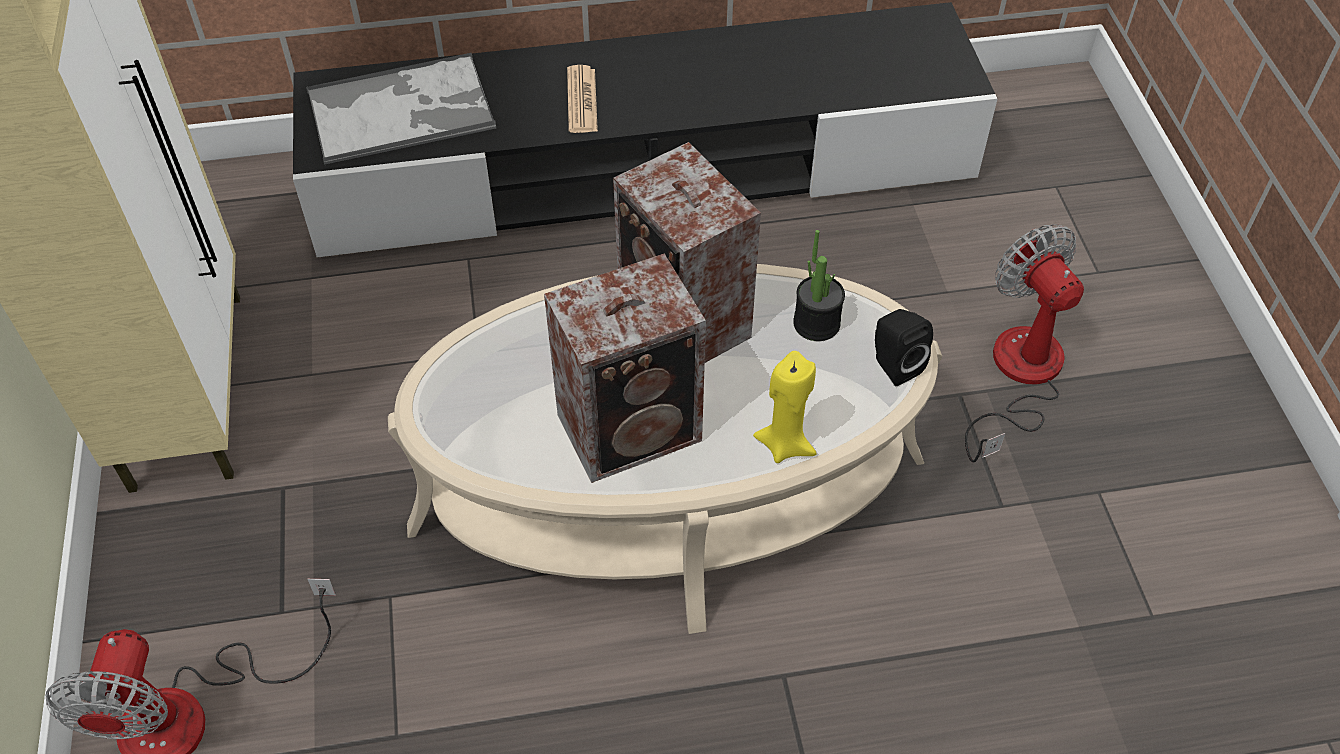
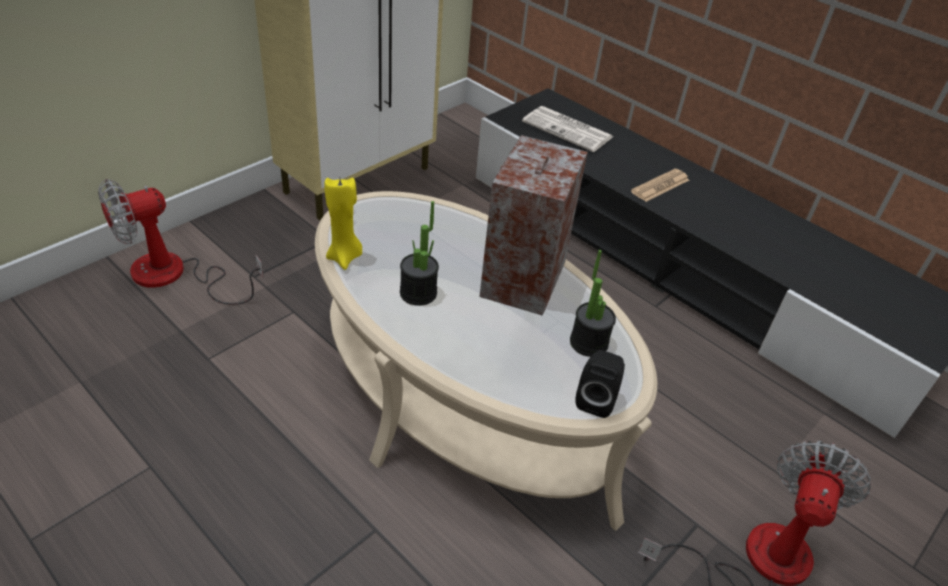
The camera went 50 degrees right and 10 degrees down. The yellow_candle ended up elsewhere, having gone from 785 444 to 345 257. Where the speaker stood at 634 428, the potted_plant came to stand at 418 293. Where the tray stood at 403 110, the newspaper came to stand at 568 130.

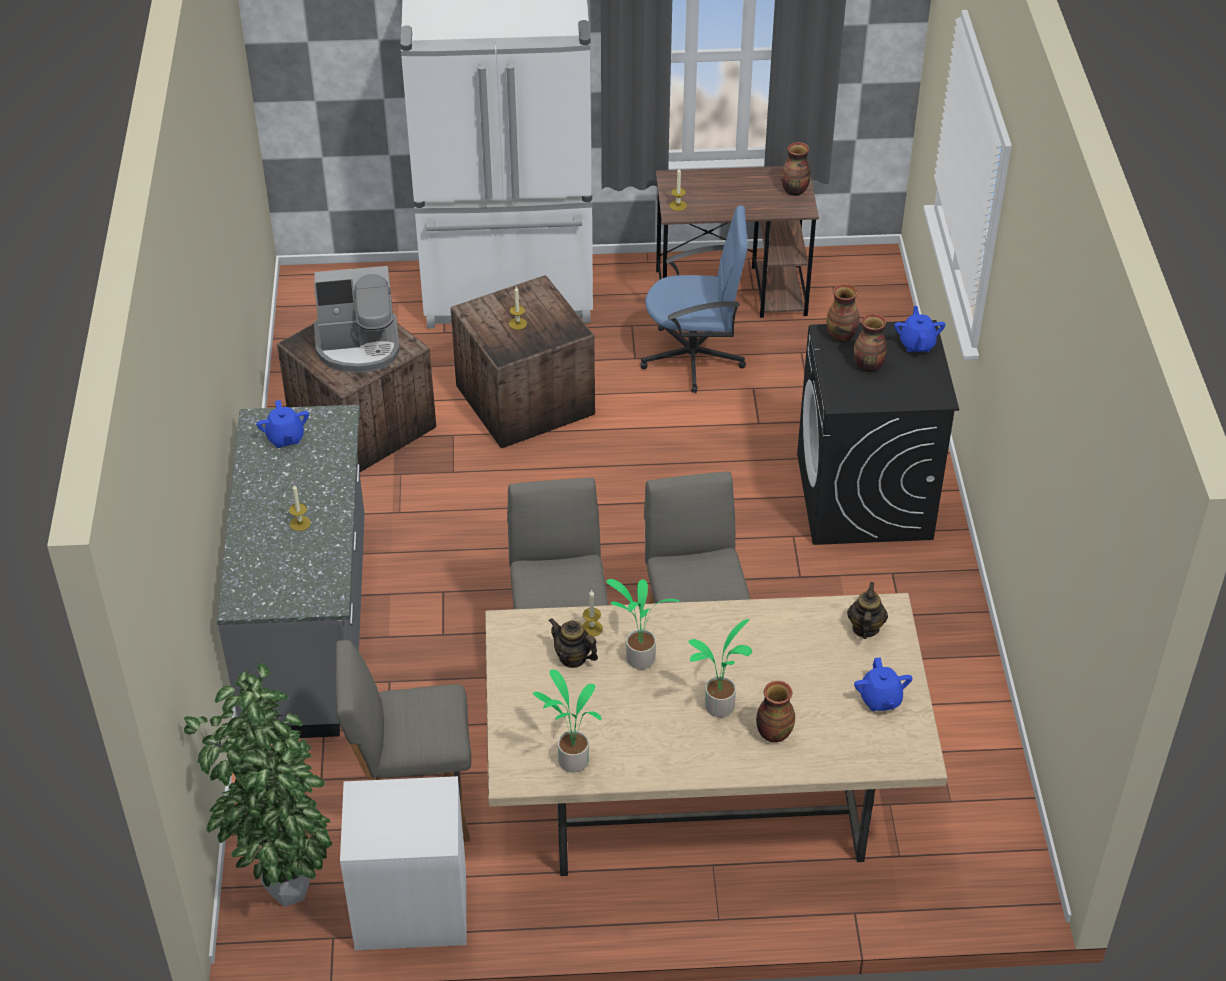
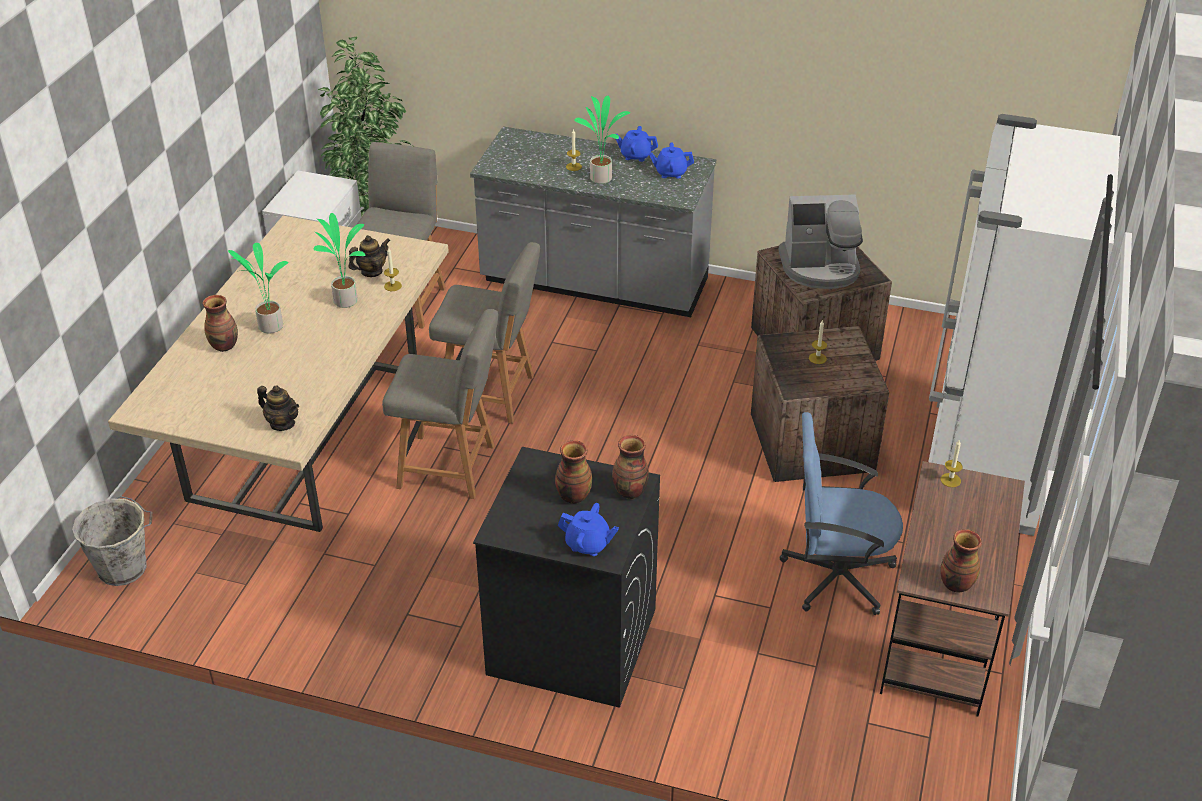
The camera went 110 degrees right and 5 degrees down. The second view gained the grey_bucket at 125 568. The potted_plant ended up elsewhere, having gone from 571 760 to 601 178. The blue_teapot ended up elsewhere, having gone from 880 699 to 635 155. The coffee_machine at 359 346 ended up facing another way, 105 degrees counterclockwise from before. The blue_office_chair at 694 357 ended up facing another way, 75 degrees clockwise from before.

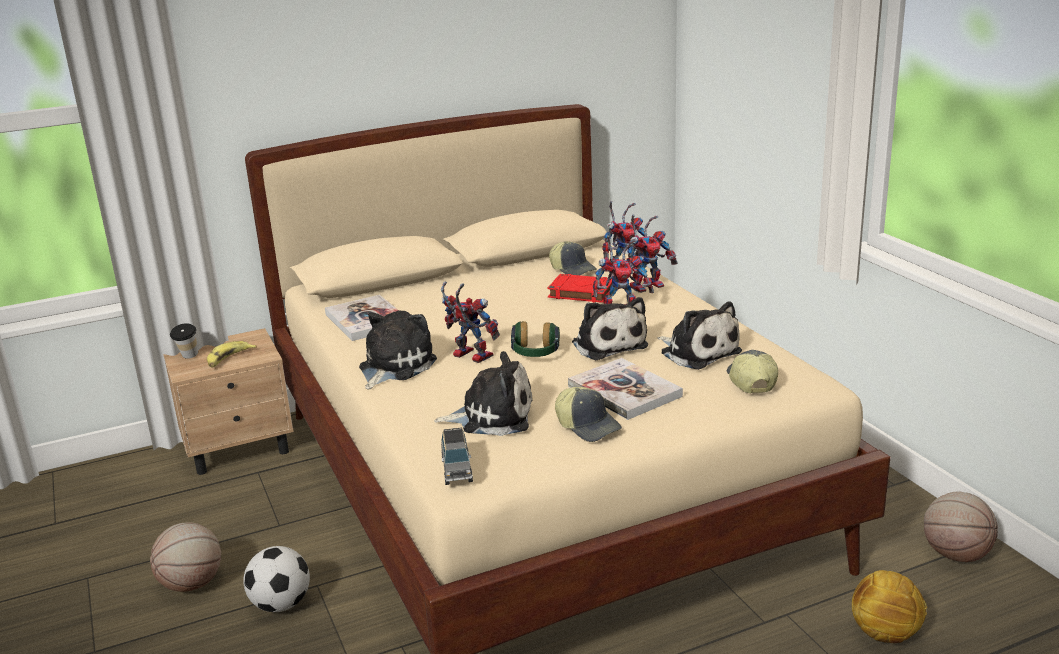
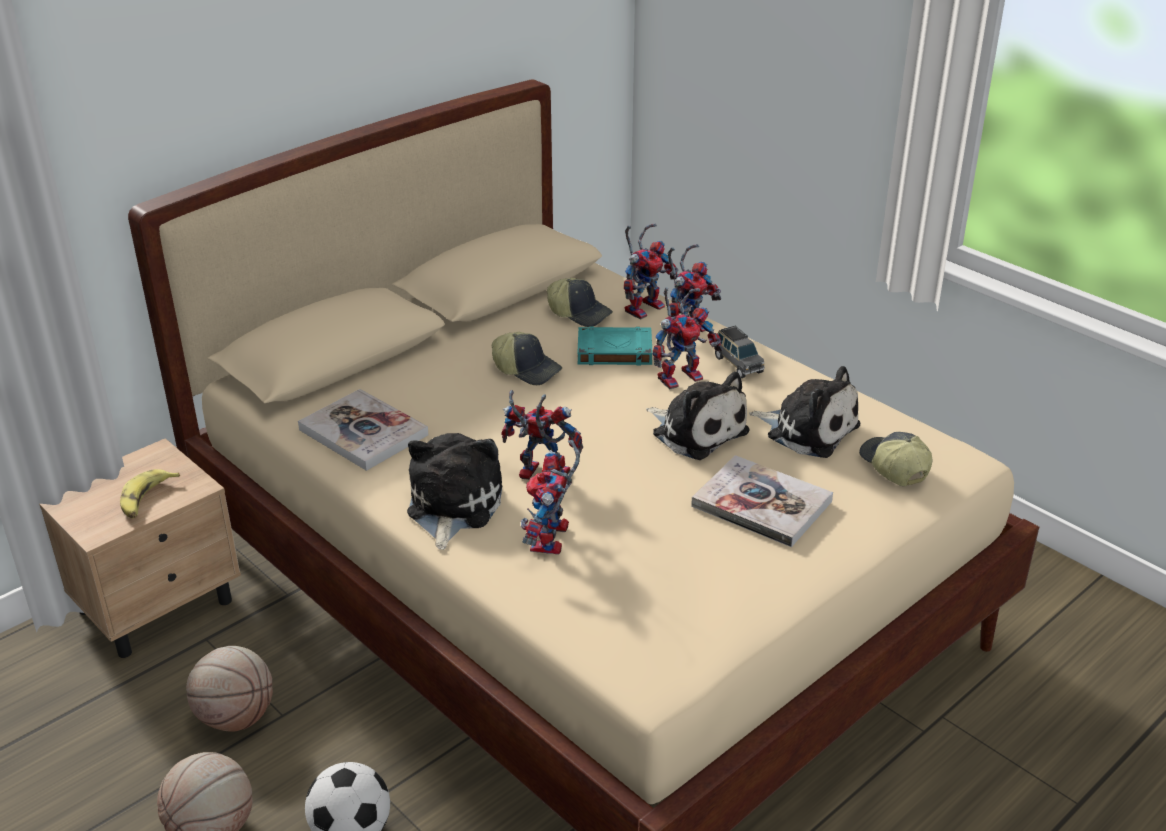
The camera went 20 degrees left and 10 degrees up. The basketball ended up elsewhere, having gone from 956 554 to 236 717. The cap ended up elsewhere, having gone from 588 426 to 527 369. The second view gained the toy_robot at 552 542. What was the red_book at 580 293 turned into the turquoise_book at 613 351. The grey_toy_car ended up elsewhere, having gone from 457 470 to 738 364. The second view lost the cup at 188 357. The second view lost the plush_toy at 492 416. The second view lost the headphones at 535 353. The second view lost the football at 885 633.

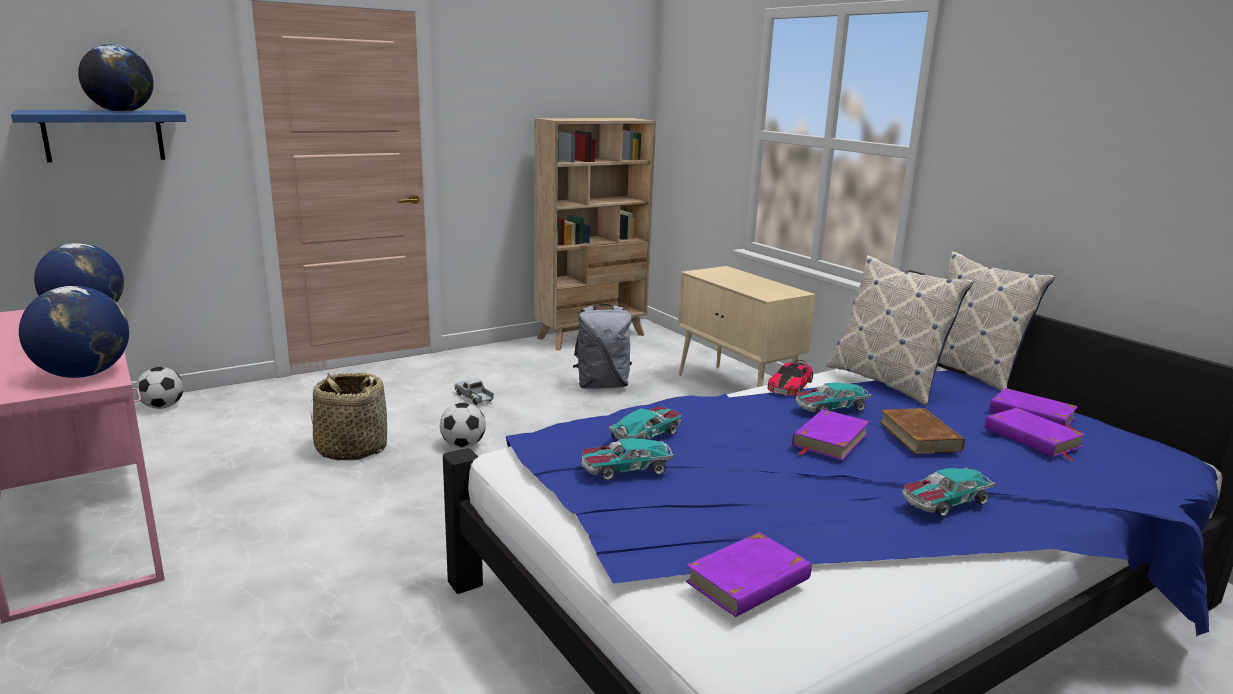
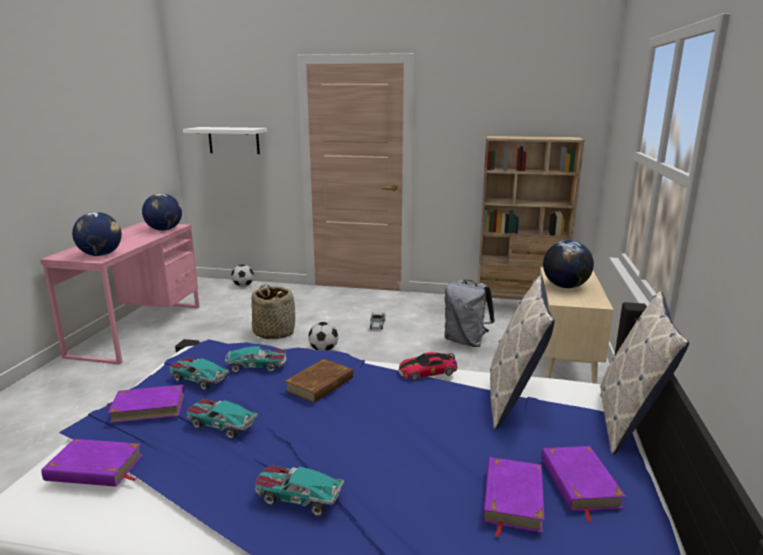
The camera went 45 degrees right and 0 degrees up. The purple_book ended up elsewhere, having gone from 829 440 to 148 407. What was the blue_shelf at 104 135 turned into the white_shelf at 233 140. The toy_car ended up elsewhere, having gone from 830 407 to 221 424. The brown_book ended up elsewhere, having gone from 919 436 to 320 384. The globe ended up elsewhere, having gone from 121 111 to 565 286.

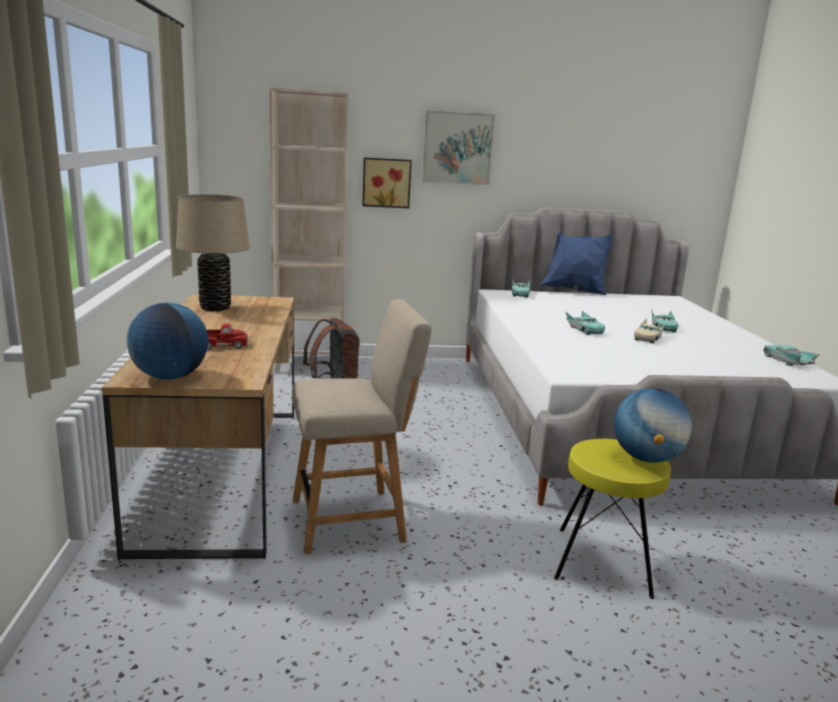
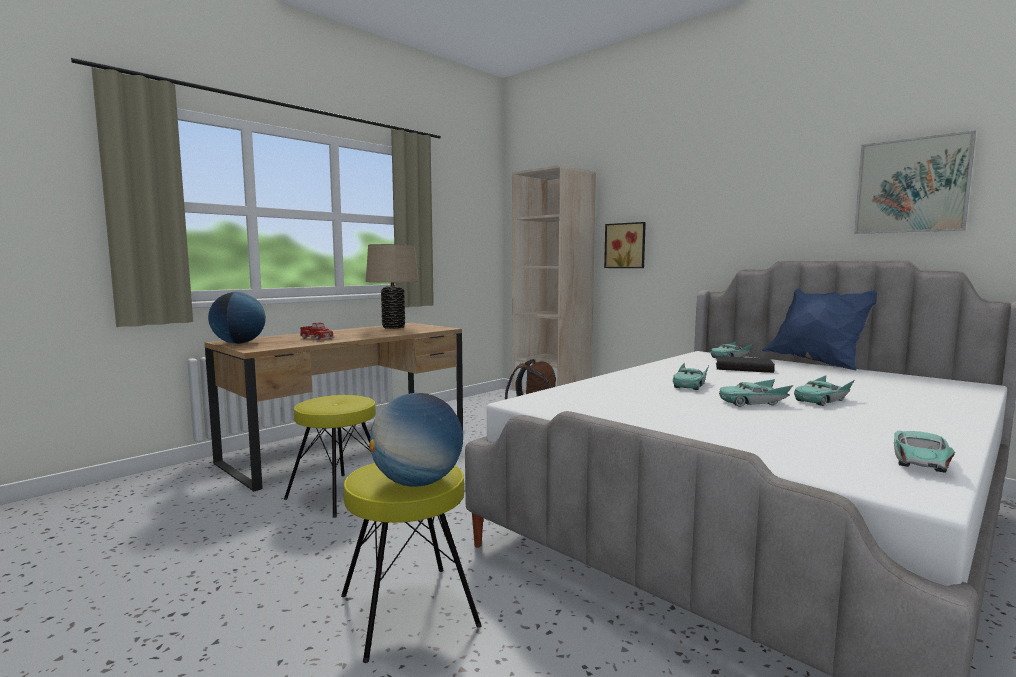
The camera went 50 degrees right and 10 degrees down. Where the beige_chair stood at 354 519, the yellow_stool came to stand at 339 494. The second view gained the black_book at 743 367. What was the beige_toy_car at 648 338 turned into the turquoise_toy_car at 753 402. The picture ended up elsewhere, having gone from 457 148 to 911 185.

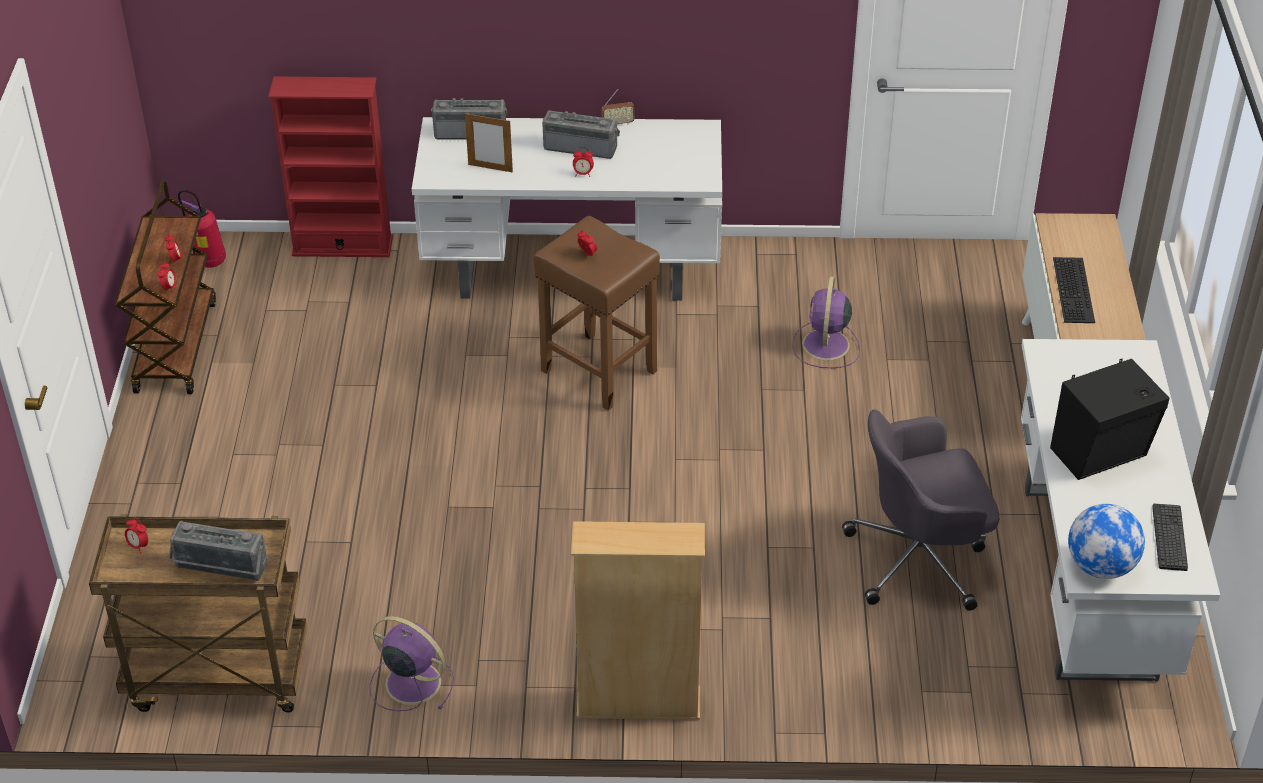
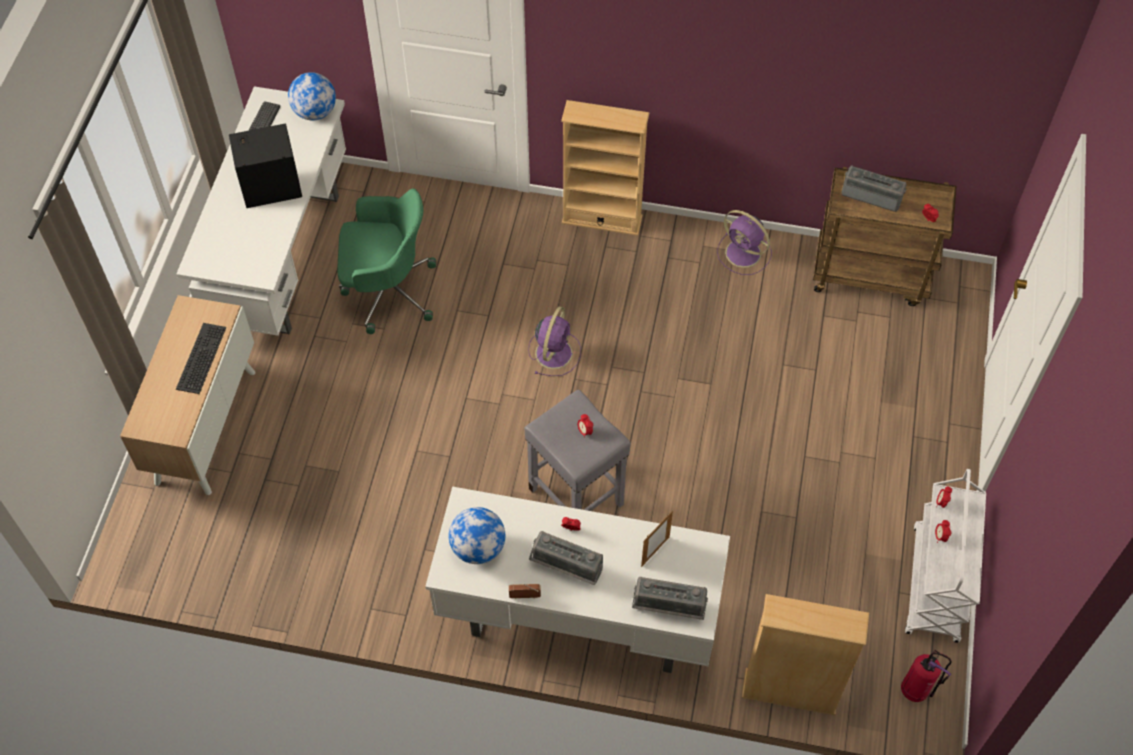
The camera went 170 degrees left and 15 degrees up. What was the grey_office_chair at 920 559 turned into the green_office_chair at 387 290. The second view gained the globe at 478 547. What was the brown_stool at 597 370 turned into the grey_stool at 577 497. The purple_fan ended up elsewhere, having gone from 825 346 to 554 352. The picture_frame at 490 168 ended up facing another way, 105 degrees clockwise from before. What was the red_bookcase at 342 246 turned into the beige_bookcase at 789 692. What was the brown_cart at 175 346 turned into the white_cart at 935 585.

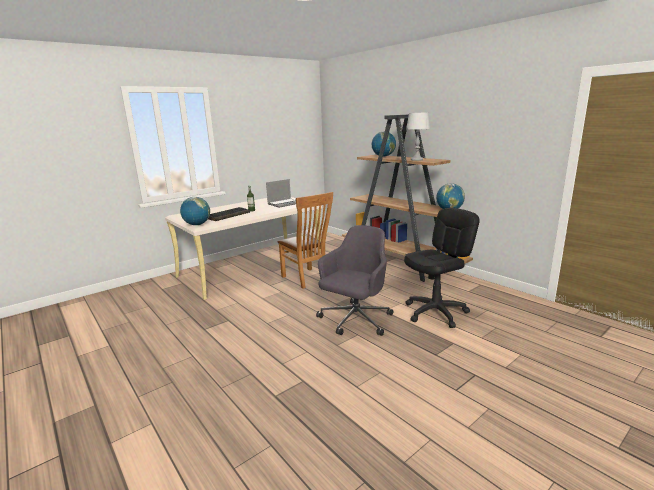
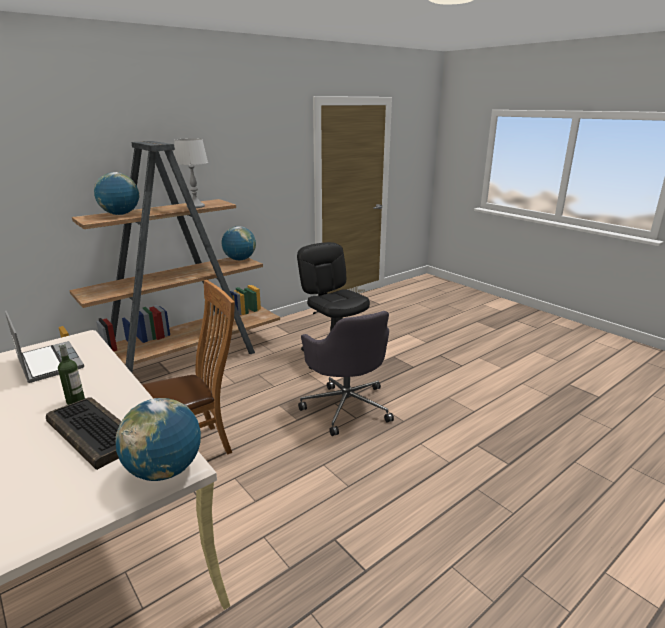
The camera went 90 degrees left and 5 degrees up. The grey_office_chair at 355 320 ended up facing another way, 150 degrees counterclockwise from before.

